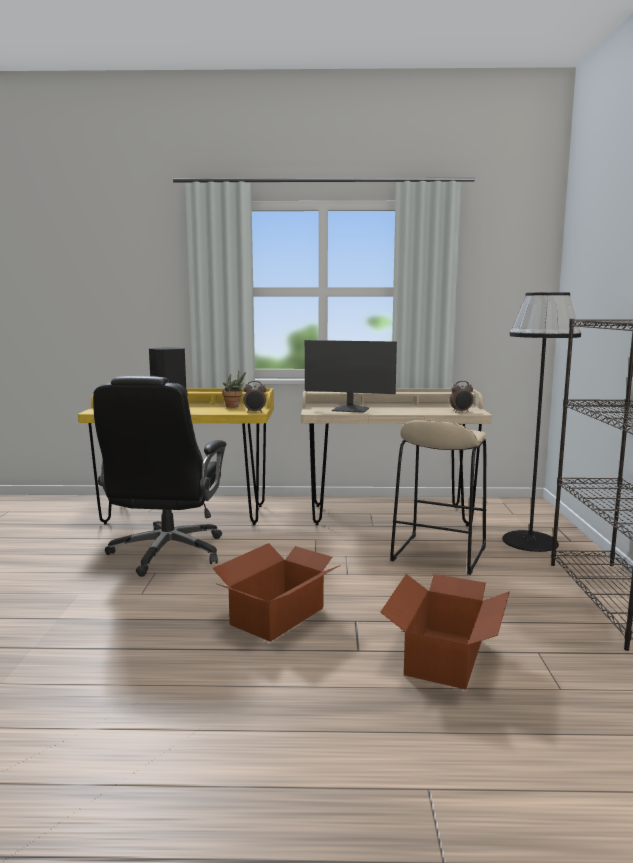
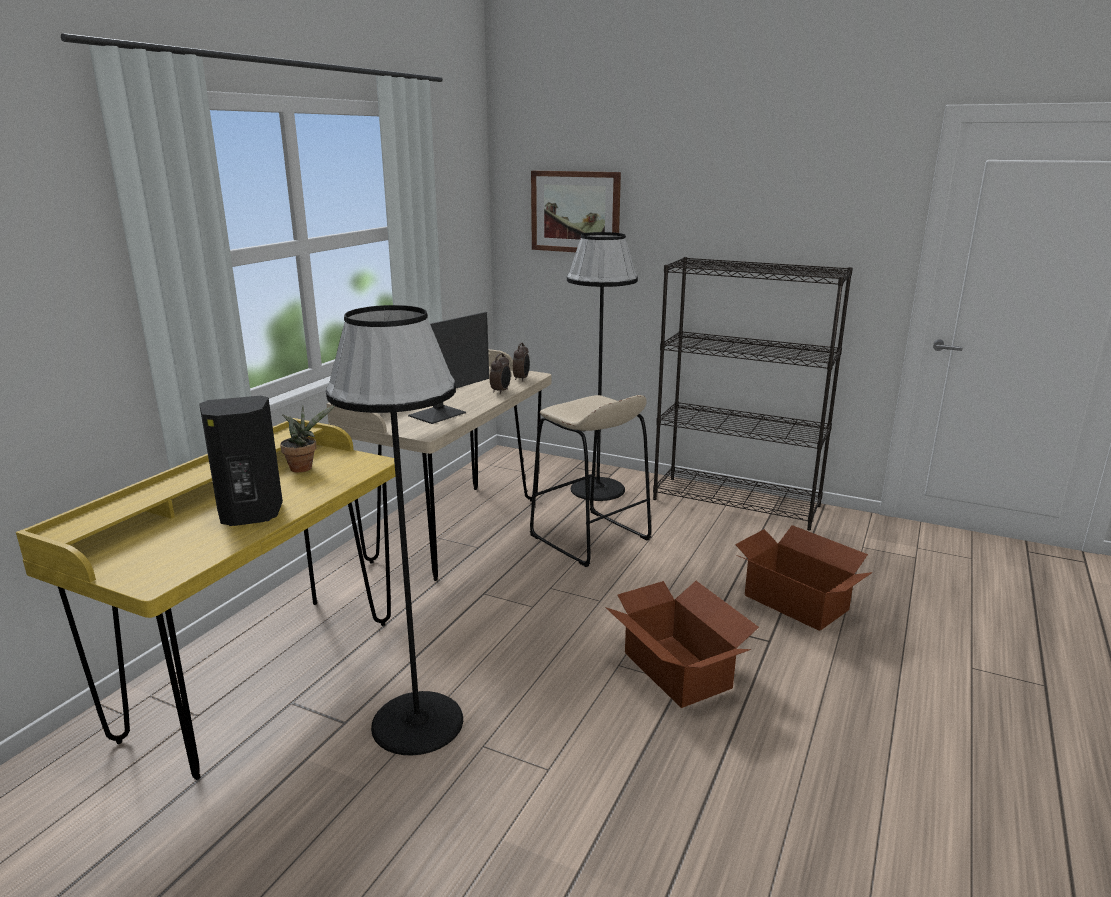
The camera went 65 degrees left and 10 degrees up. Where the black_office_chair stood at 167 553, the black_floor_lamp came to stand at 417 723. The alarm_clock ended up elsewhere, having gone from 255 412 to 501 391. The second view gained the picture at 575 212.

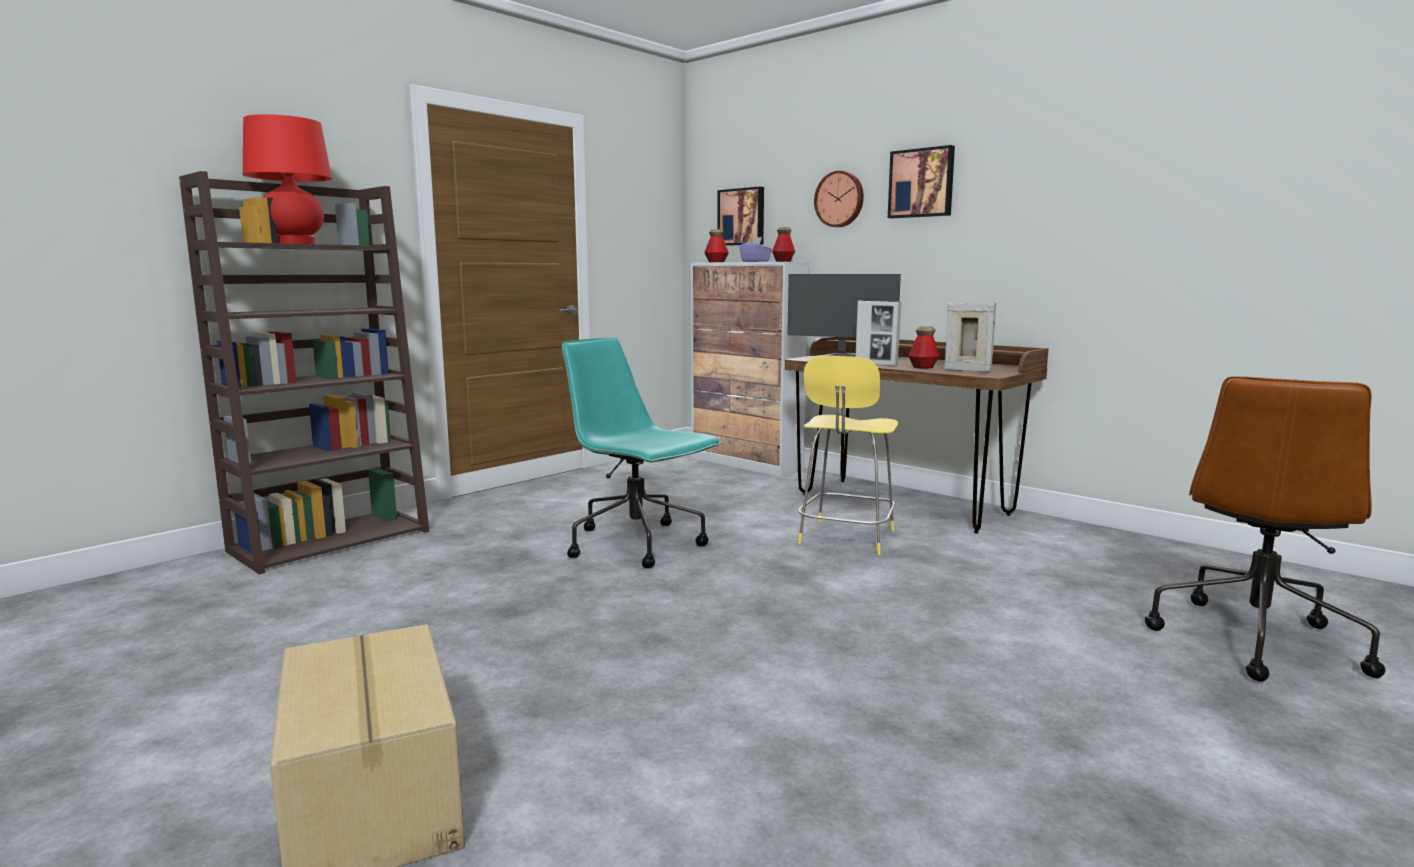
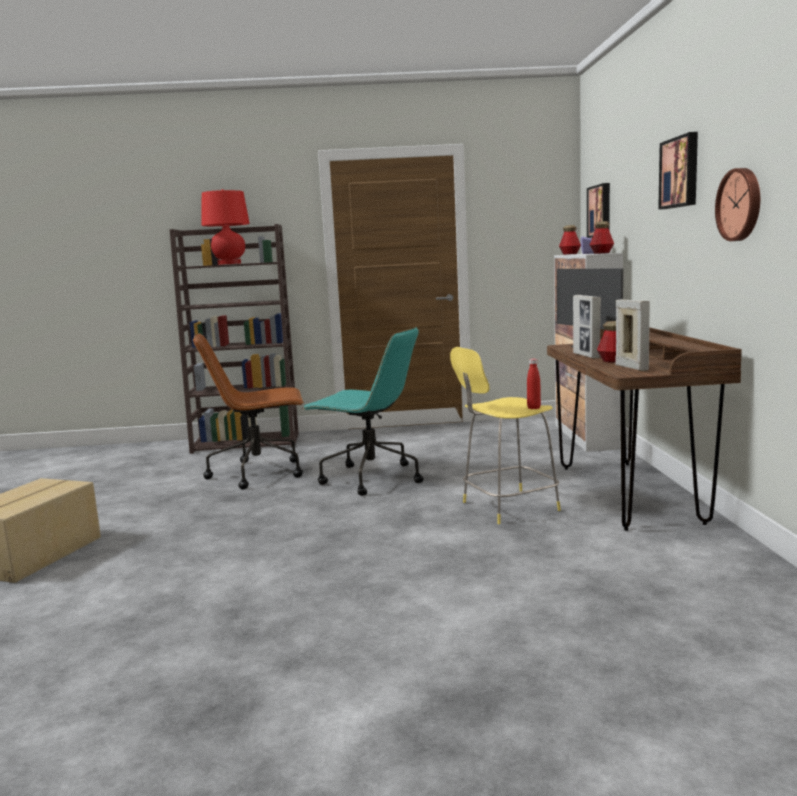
The camera went 45 degrees right and 0 degrees up. The brown_office_chair ended up elsewhere, having gone from 1254 640 to 259 473. The turquoise_office_chair at 638 545 ended up facing another way, 120 degrees clockwise from before. The second view gained the red_bottle at 533 408. The wall_clock ended up elsewhere, having gone from 840 199 to 741 204.

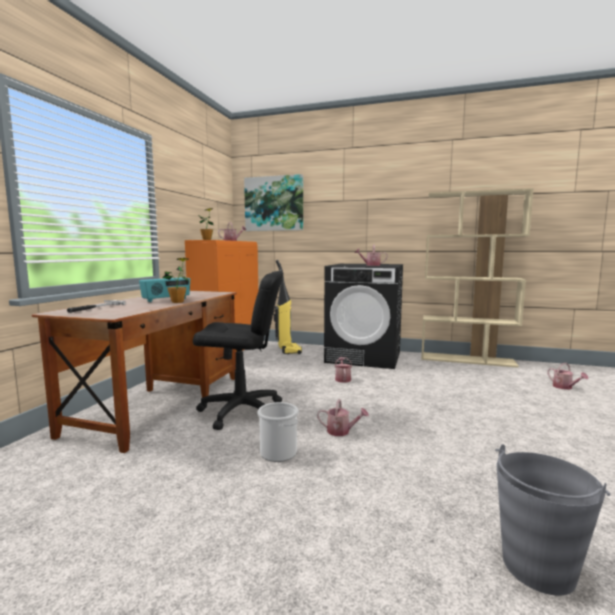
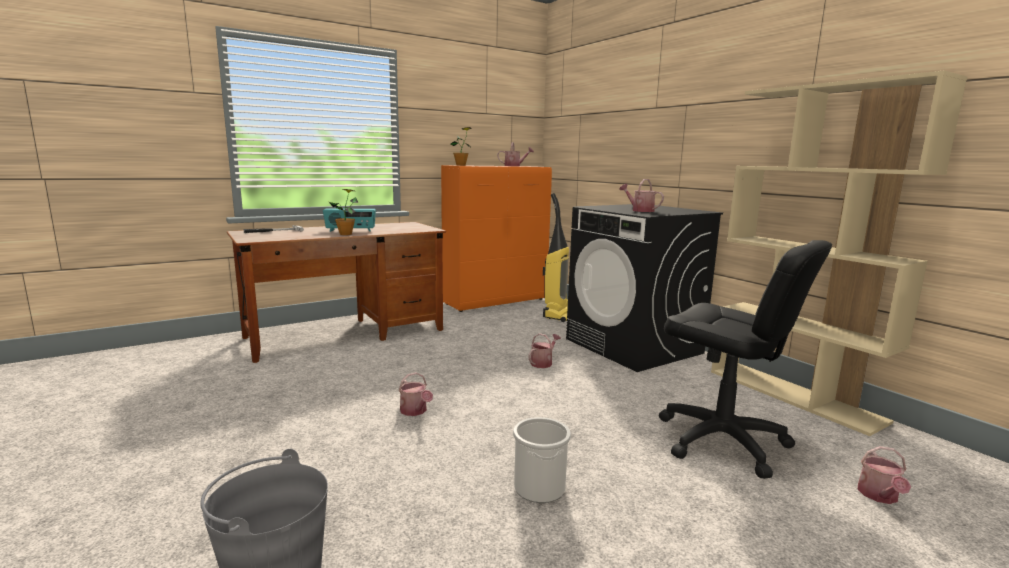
The camera went 40 degrees right and 5 degrees up. The bucket ended up elsewhere, having gone from 278 452 to 539 487. The black_office_chair ended up elsewhere, having gone from 241 411 to 722 441. The second view lost the picture at 274 203.

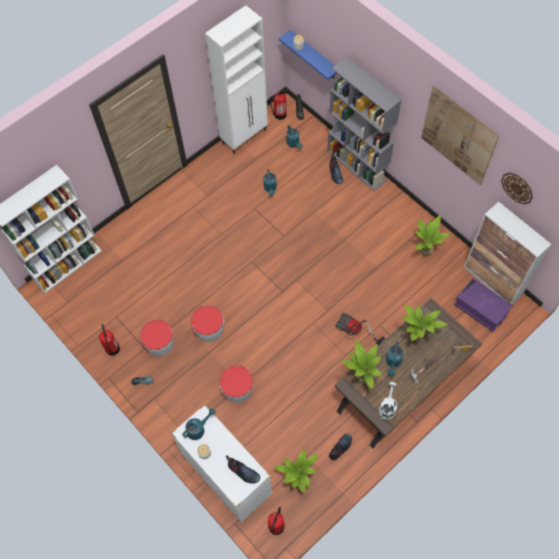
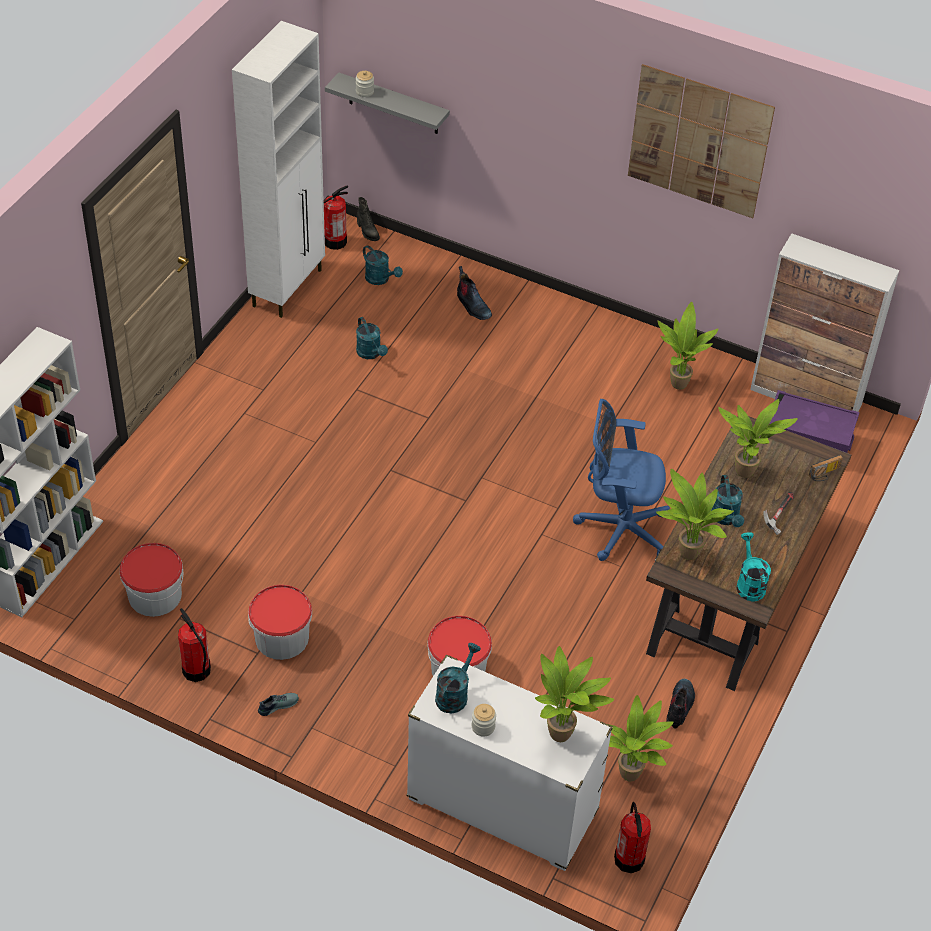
The camera went 25 degrees left and 15 degrees down. The bucket ended up elsewhere, having gone from 209 329 to 154 595. What was the blue_shelf at 314 55 turned into the grey_shelf at 393 104. Where the boot stood at 243 472, the potted_plant came to stand at 563 735. Where the vacuum_cleaner stood at 354 332, the blue_office_chair came to stand at 619 528. What was the white_watering_can at 387 407 turned into the turquoise_watering_can at 749 583. The second view lost the grey_bookcase at 357 165. The second view lost the wall_clock at 517 188.

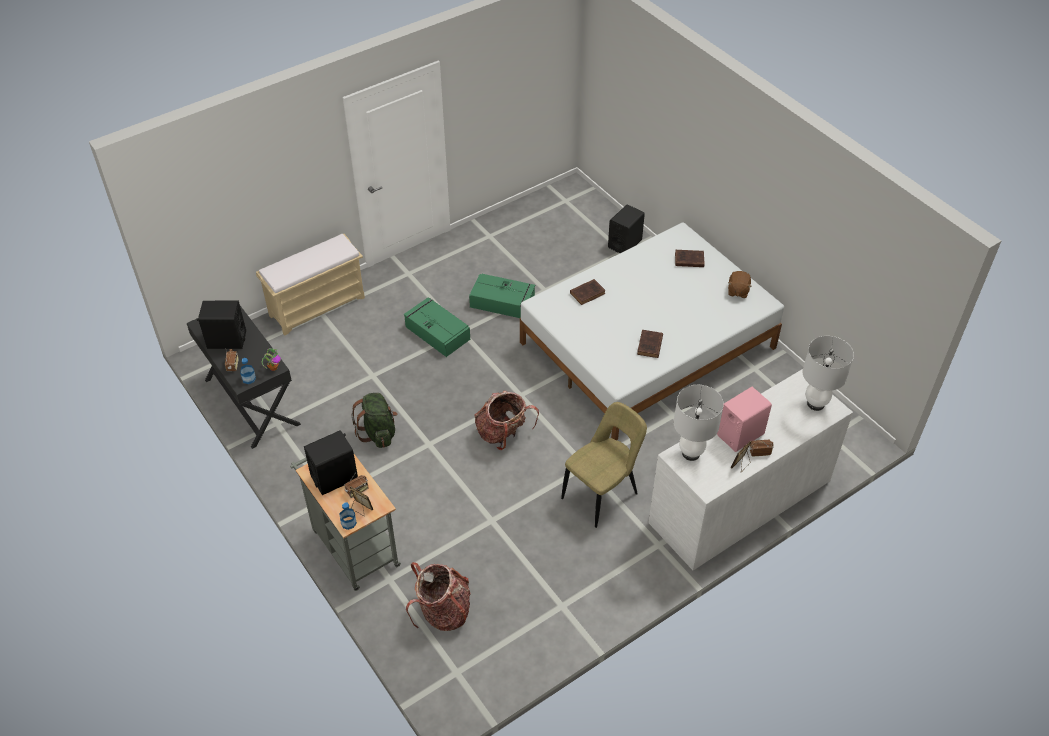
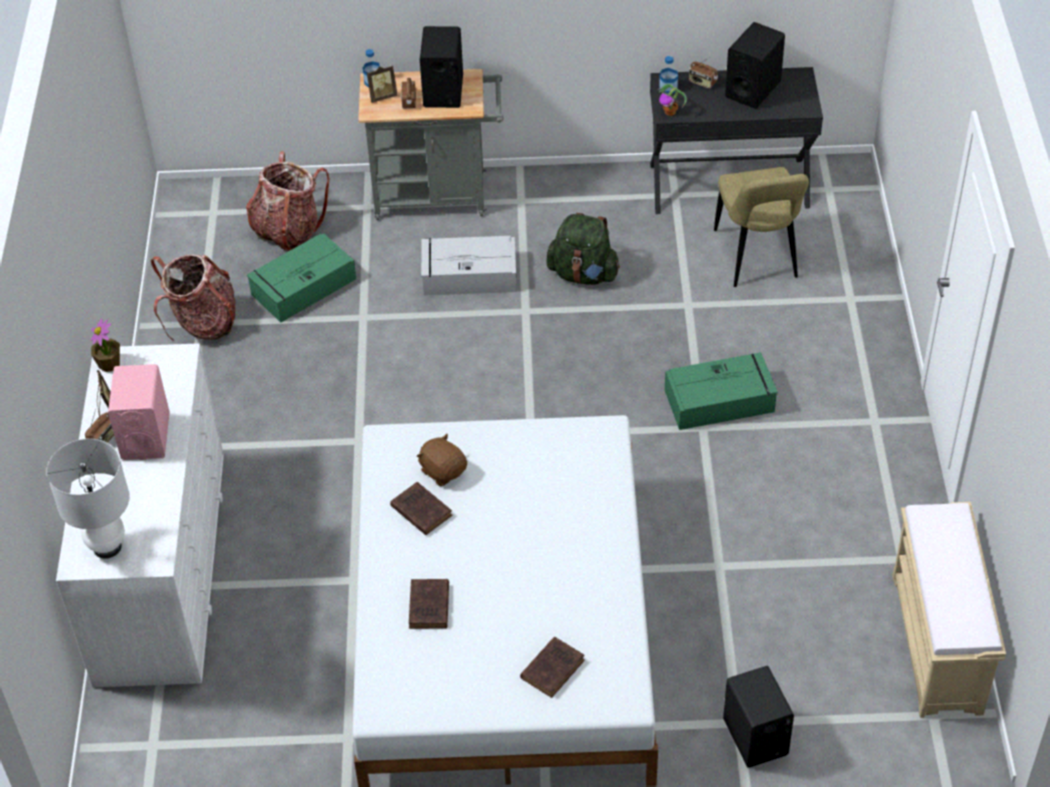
The camera went 125 degrees right and 0 degrees up. The second view gained the potted_plant at 109 364. The backpack ended up elsewhere, having gone from 503 434 to 203 323. The green_storage_box ended up elsewhere, having gone from 503 302 to 302 287. The brown_book ended up elsewhere, having gone from 588 293 to 429 607. The brown_plush_toy ended up elsewhere, having gone from 737 291 to 443 471. The second view gained the grey_storage_box at 468 275. The beige_chair ended up elsewhere, having gone from 602 494 to 756 257. The beige_bench ended up elsewhere, having gone from 318 306 to 938 645. The second view lost the white_table_lamp at 690 453.

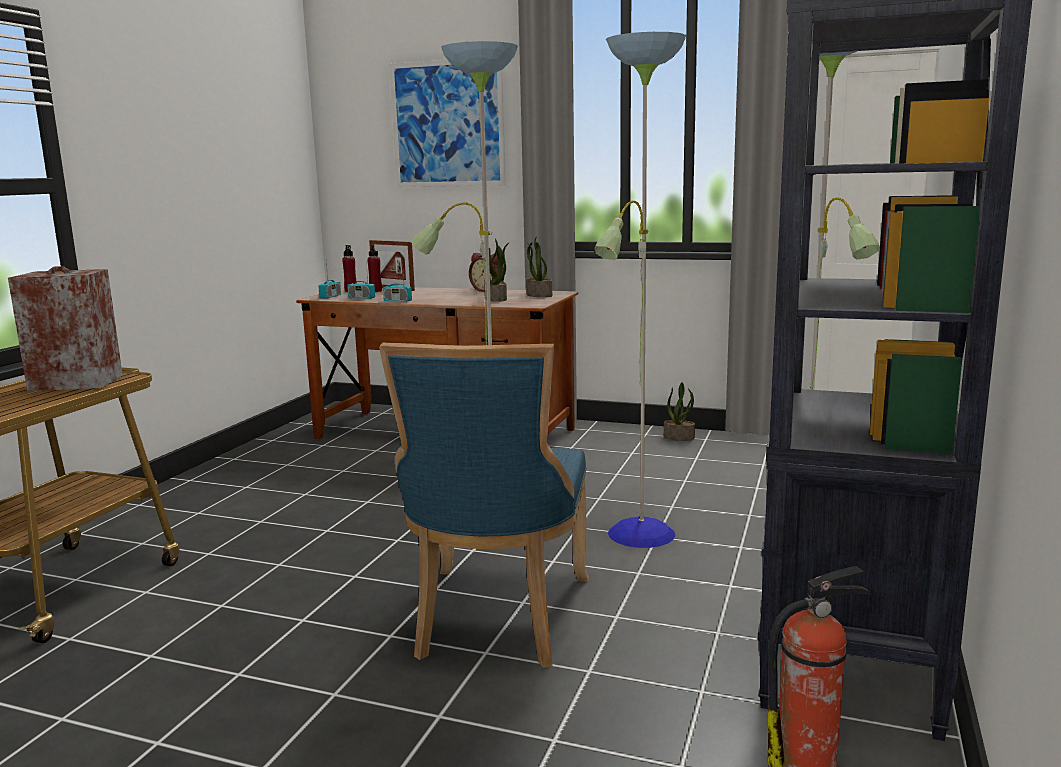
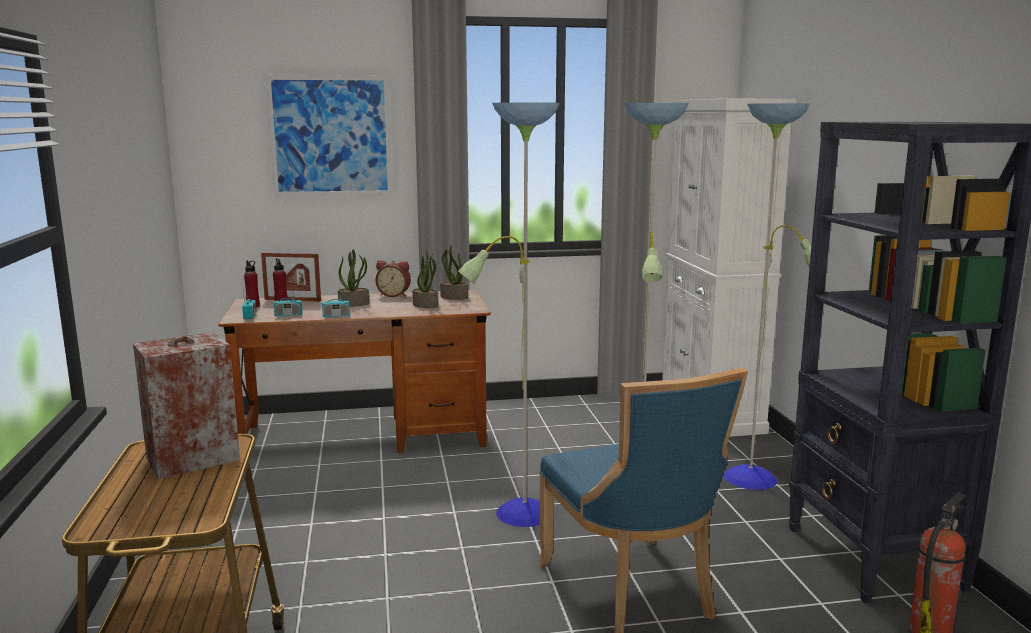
The camera went 30 degrees left and 0 degrees up. The potted_plant ended up elsewhere, having gone from 679 437 to 354 304.

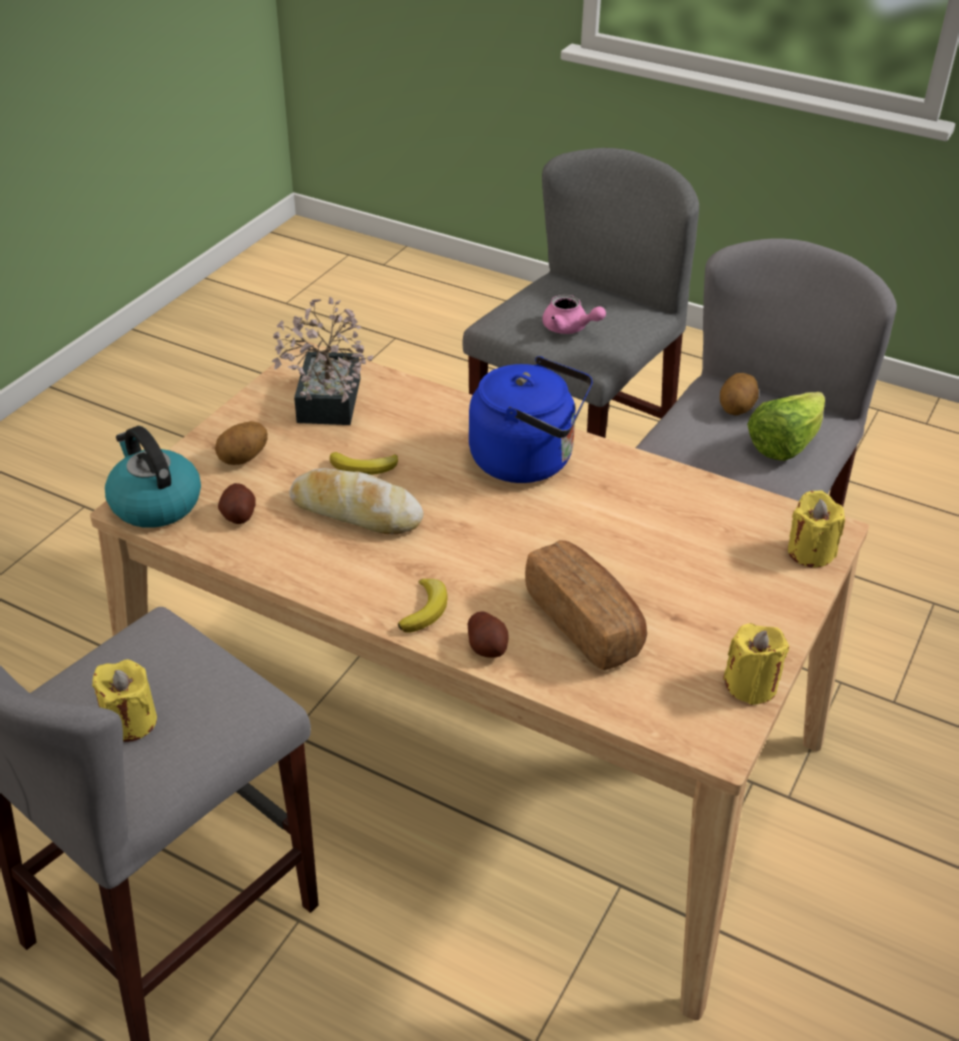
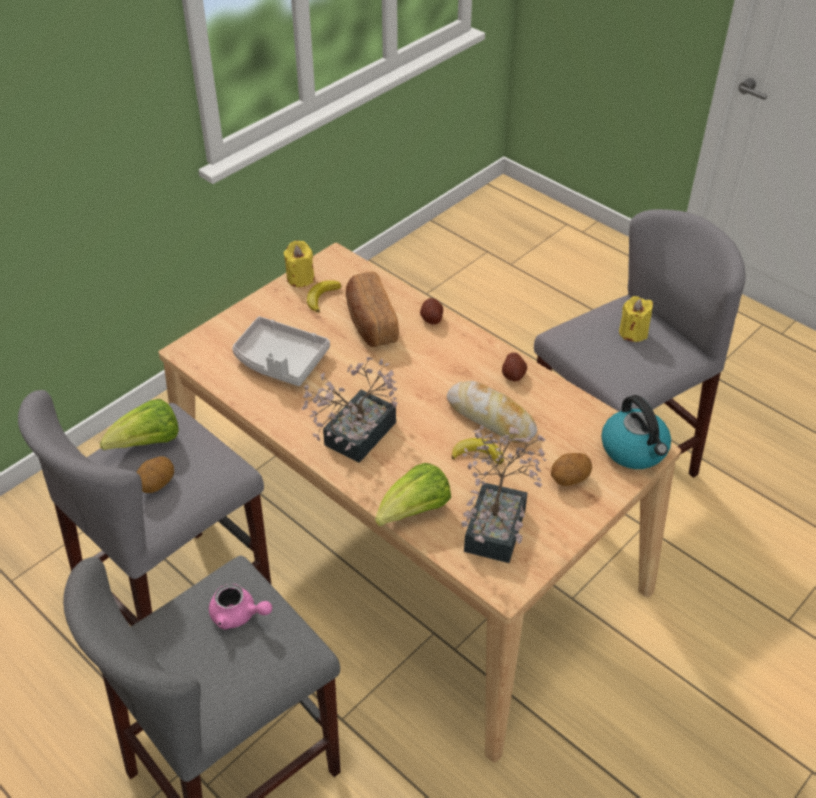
The camera went 165 degrees left and 5 degrees up. The pink_teapot at 569 328 ended up facing another way, 150 degrees clockwise from before. The second view gained the grey_tray at 280 361. Where the blue_kettle stood at 528 460, the potted_plant came to stand at 354 439. The banana ended up elsewhere, having gone from 425 609 to 321 297. The second view gained the lettuce at 414 512. The potato ended up elsewhere, having gone from 238 515 to 513 375. The second view lost the yellow_candle at 810 552.

